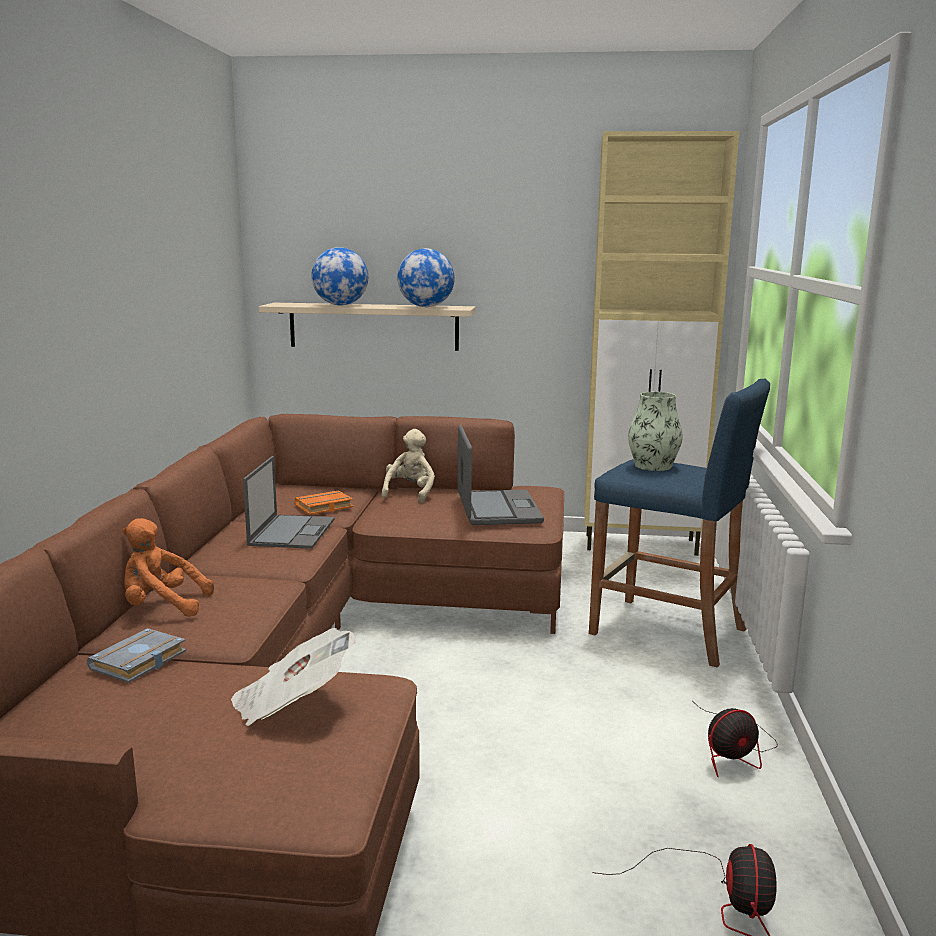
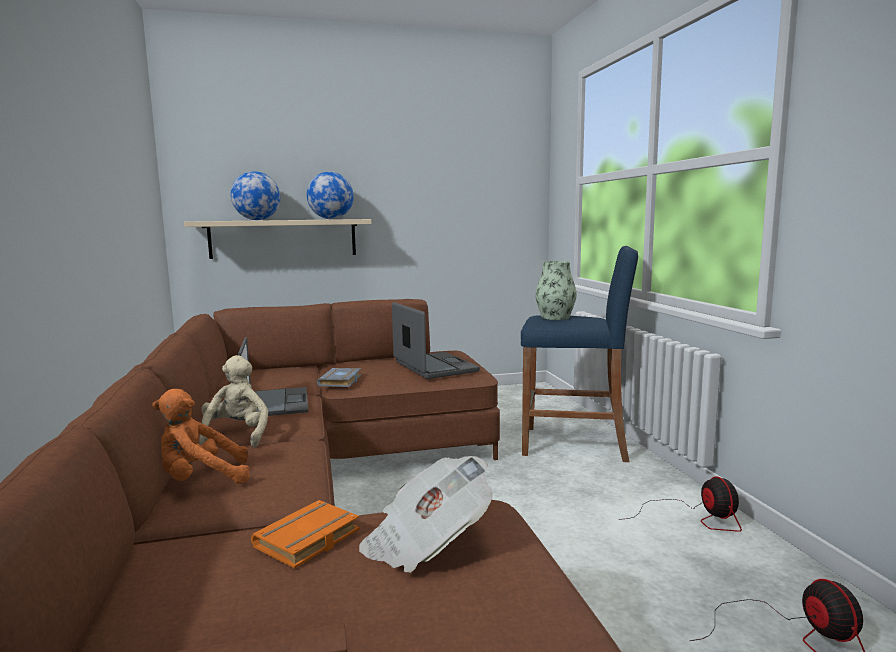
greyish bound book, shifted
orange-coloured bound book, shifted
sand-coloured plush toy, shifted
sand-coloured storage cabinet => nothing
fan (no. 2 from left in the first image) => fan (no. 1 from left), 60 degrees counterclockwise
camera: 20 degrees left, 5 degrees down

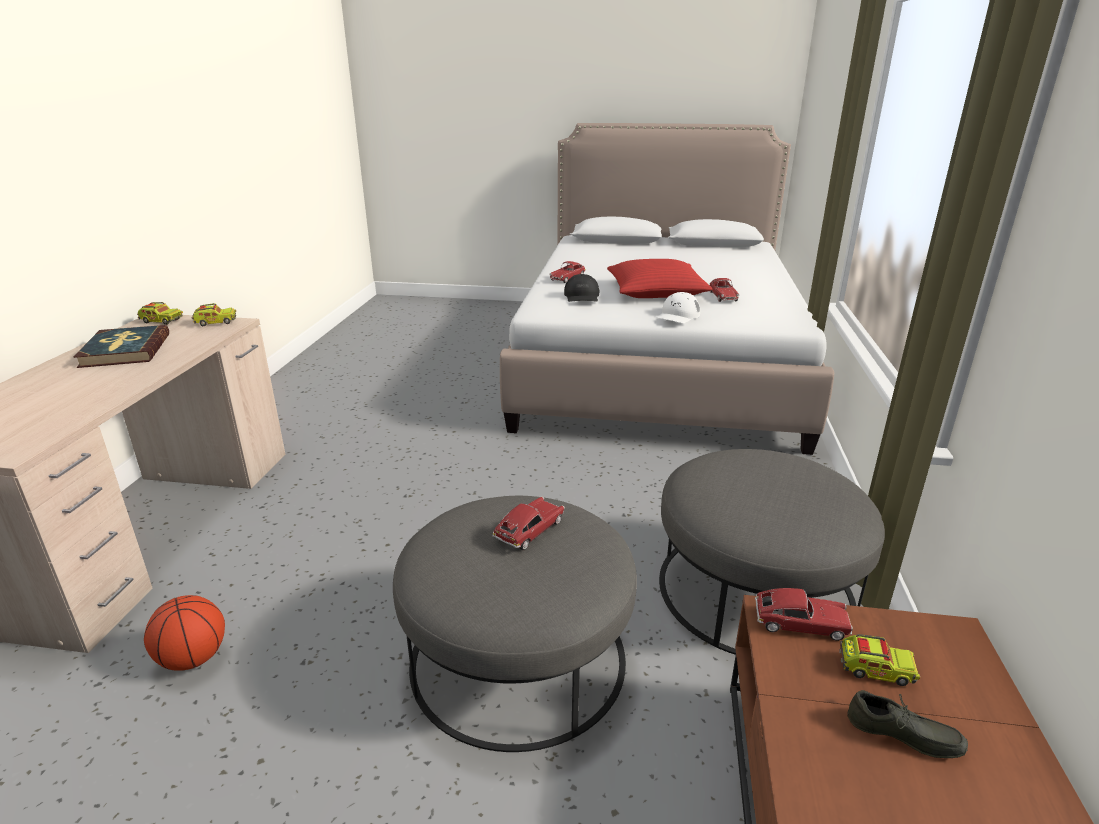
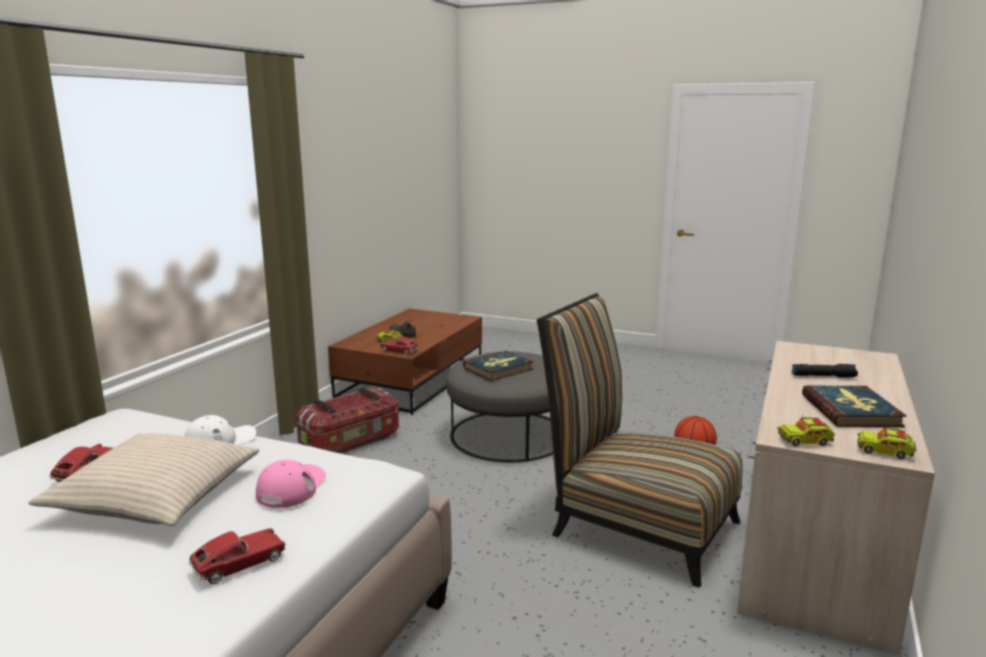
toy car (no. 1 from left) => bound book (no. 1 from left)
blackish peaked cap => pink peaked cap
red cushion => sand-coloured cushion
greyish footrest (no. 2 from left) => storage container
nothing => chair
nothing => blackish torch
camera: 165 degrees left, 10 degrees down

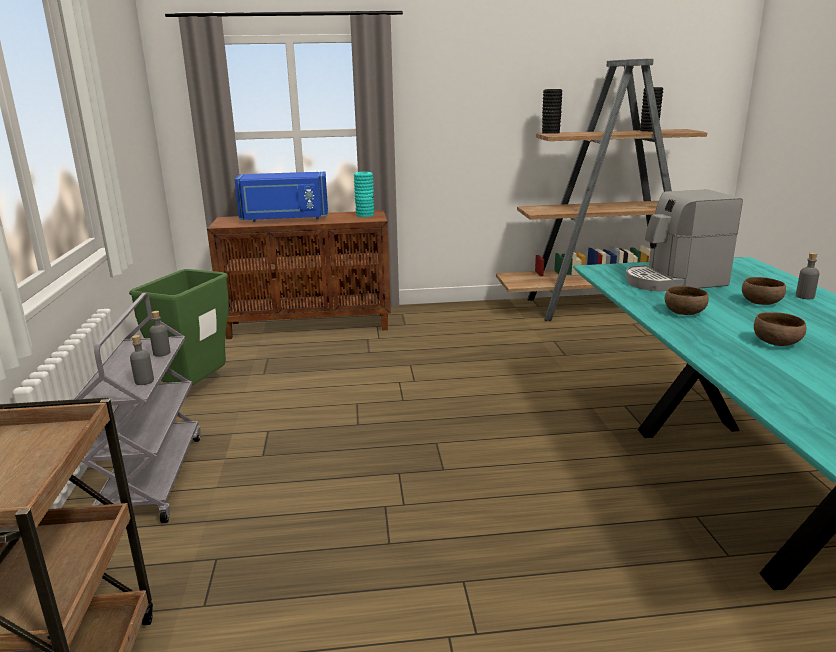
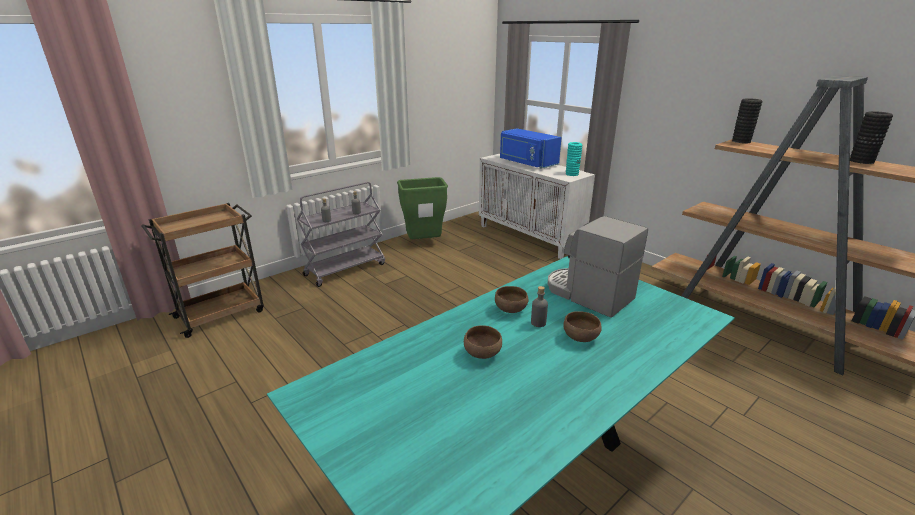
brownish storage cabinet => white-coloured storage cabinet
greyish beverage bottle (no. 3 from left), shifted
camera: 55 degrees right, 5 degrees up

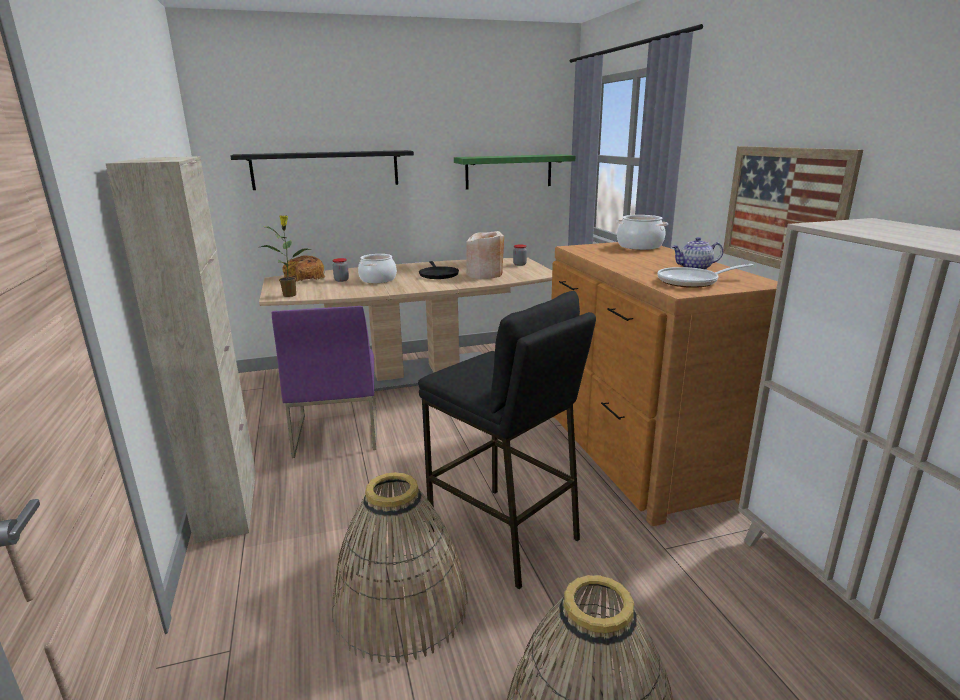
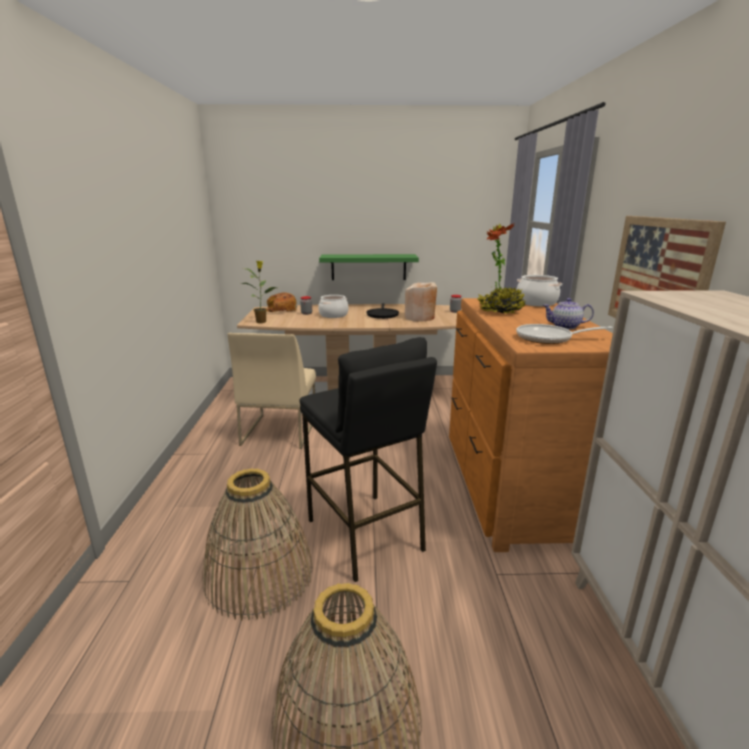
sand-coloured storage cabinet (no. 1 from left) => nothing
blackish wall shelf => nothing
purple chair => sand-coloured chair
green-coloured wall shelf, shifted
nothing => potted plant (no. 2 from left)
camera: 15 degrees right, 0 degrees up

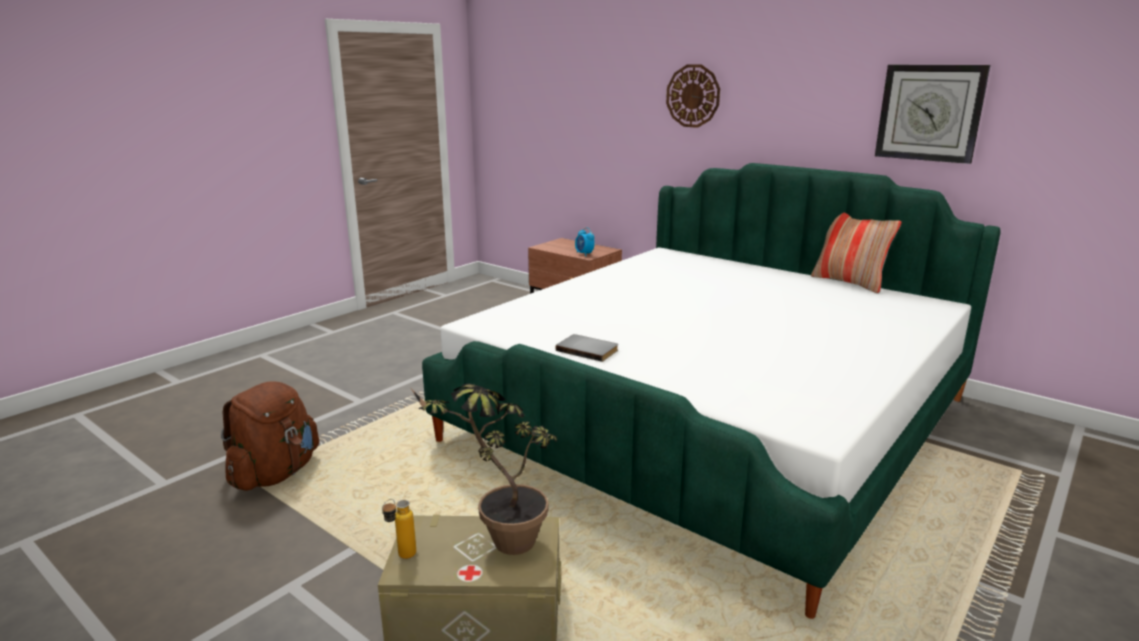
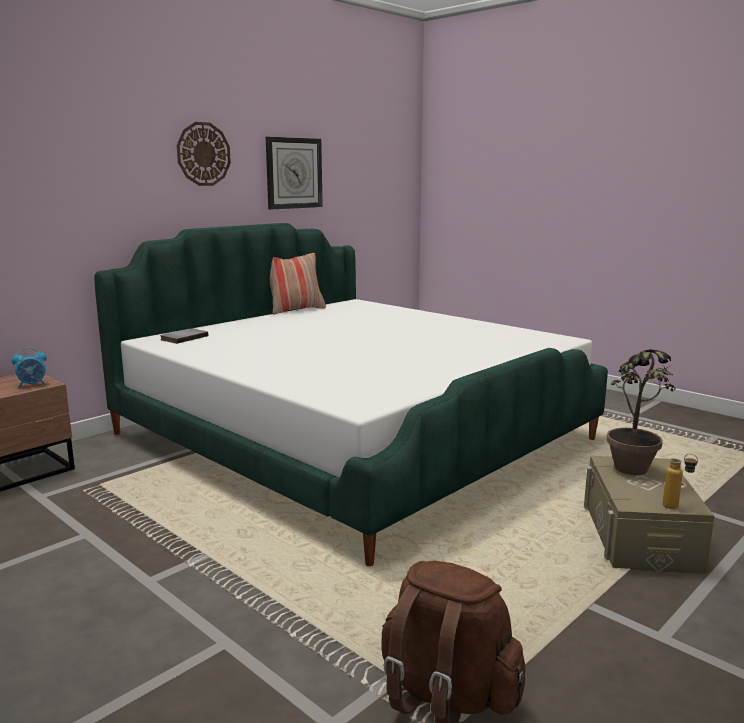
greyish bound book, shifted
clock on the wall (no. 1 from left), shifted
camera: 85 degrees left, 5 degrees down

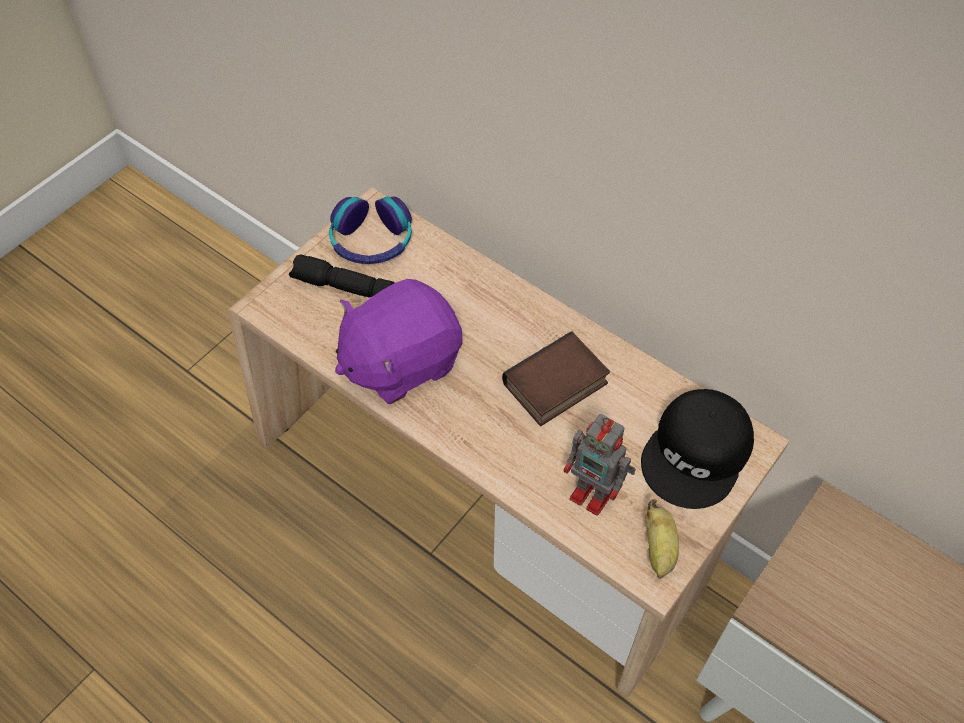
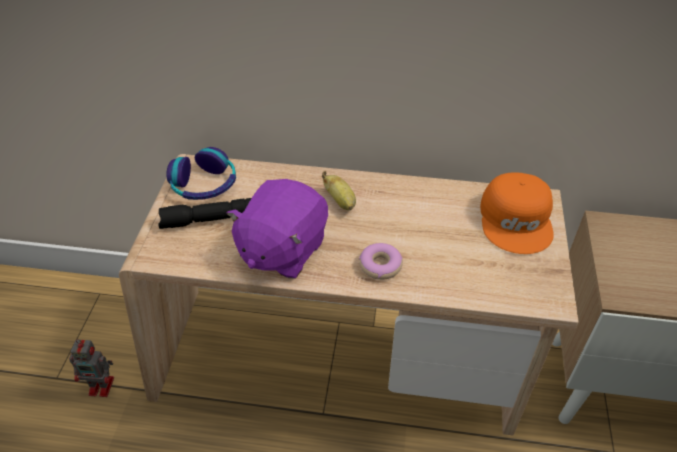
bound book => nothing
robot figure, shifted
blackish peaked cap => orange-coloured peaked cap
banana, shifted
nothing => doughnut
camera: 30 degrees left, 10 degrees down

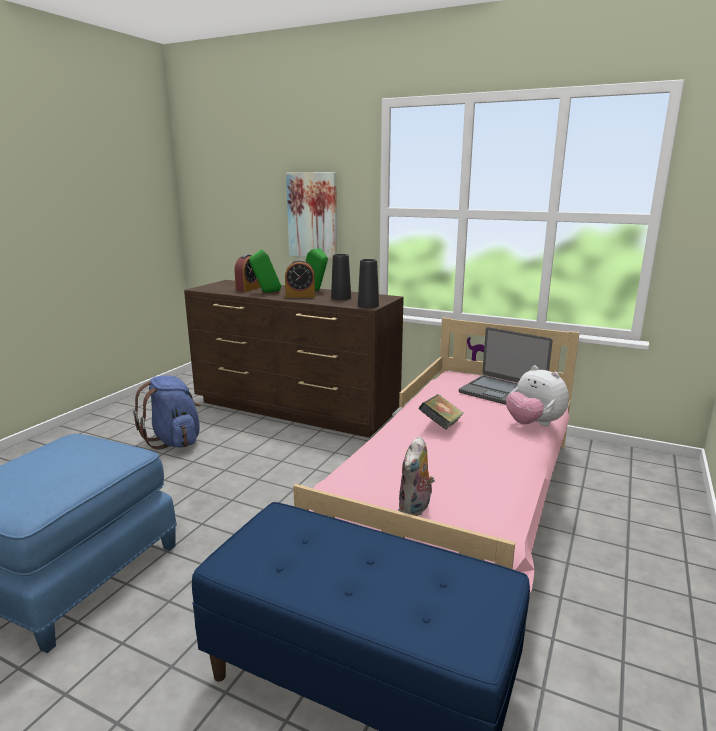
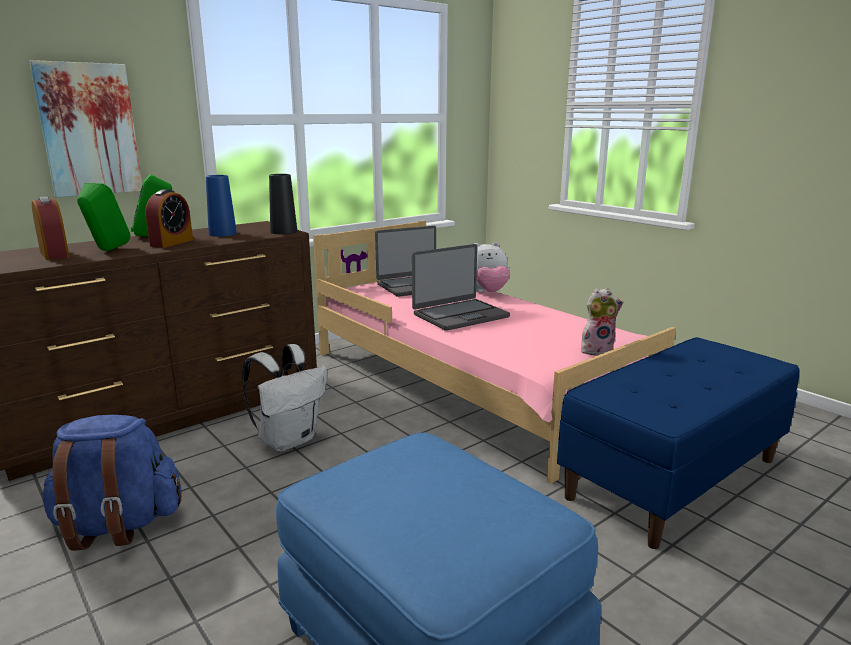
blackish flower vase (no. 1 from left) => bluish flower vase
plush toy (no. 1 from left in the first image) => plush toy (no. 2 from left), 60 degrees counterclockwise
bound book => laptop (no. 2 from left)
nothing => white-coloured rucksack
camera: 65 degrees left, 0 degrees up

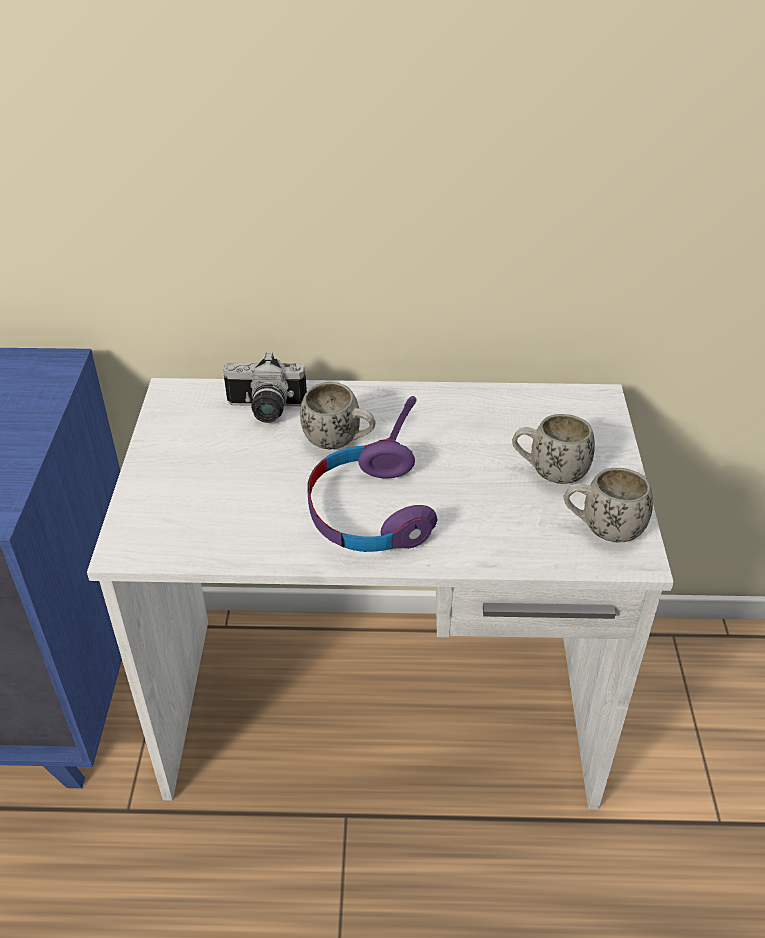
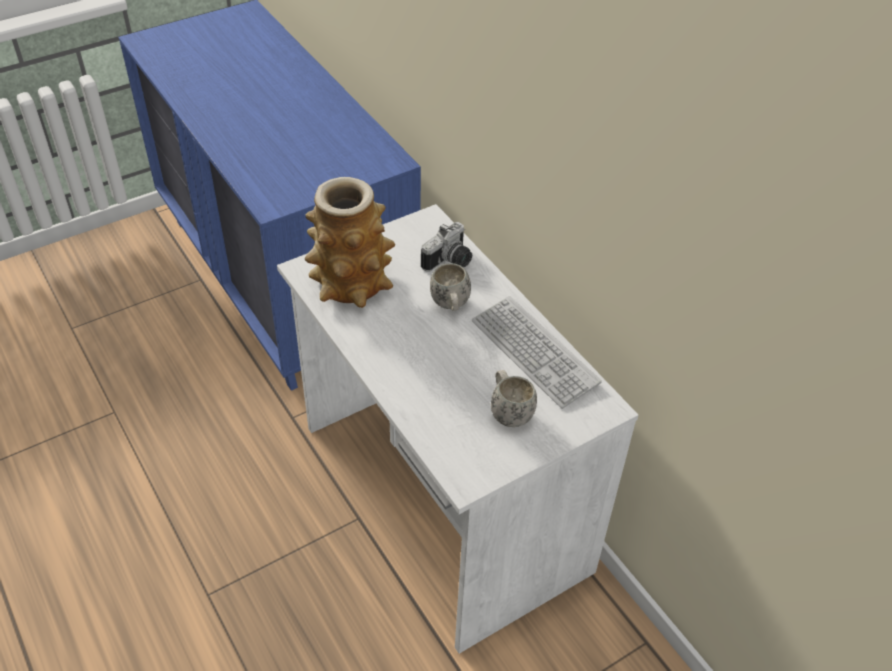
still camera, 105 degrees counterclockwise
purple pair of headphones => nothing
white-coloured coffee mug (no. 3 from left) => nothing
nothing => flower vase
nothing => PC keyboard
camera: 55 degrees right, 5 degrees up

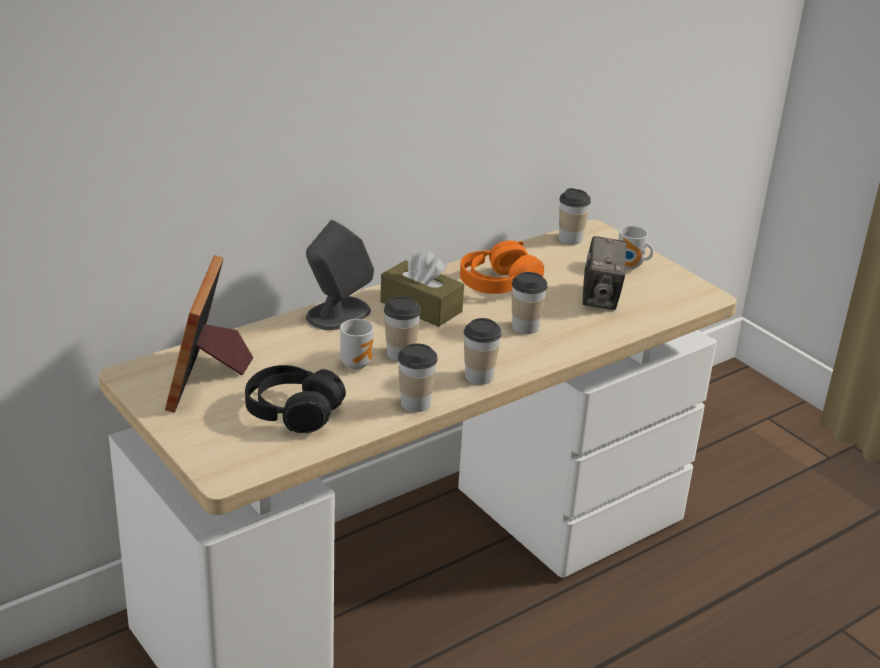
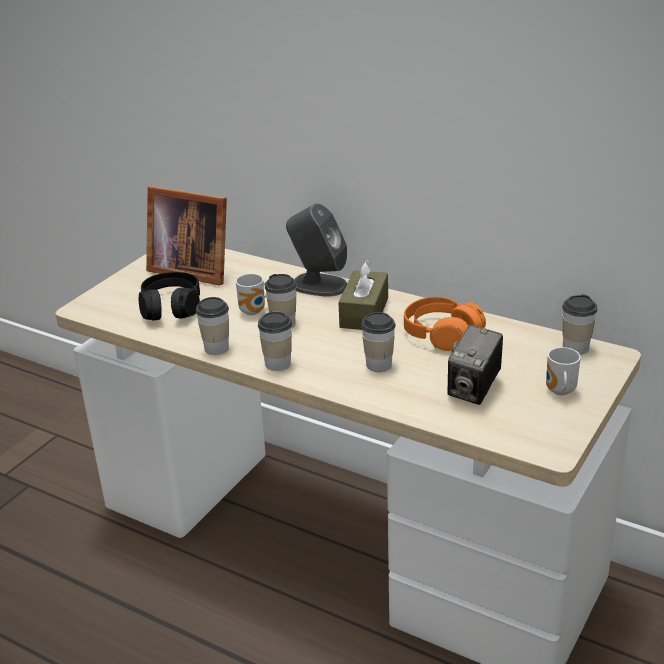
standing frame, 135 degrees counterclockwise
still camera, 45 degrees counterclockwise
camera: 70 degrees right, 0 degrees up

